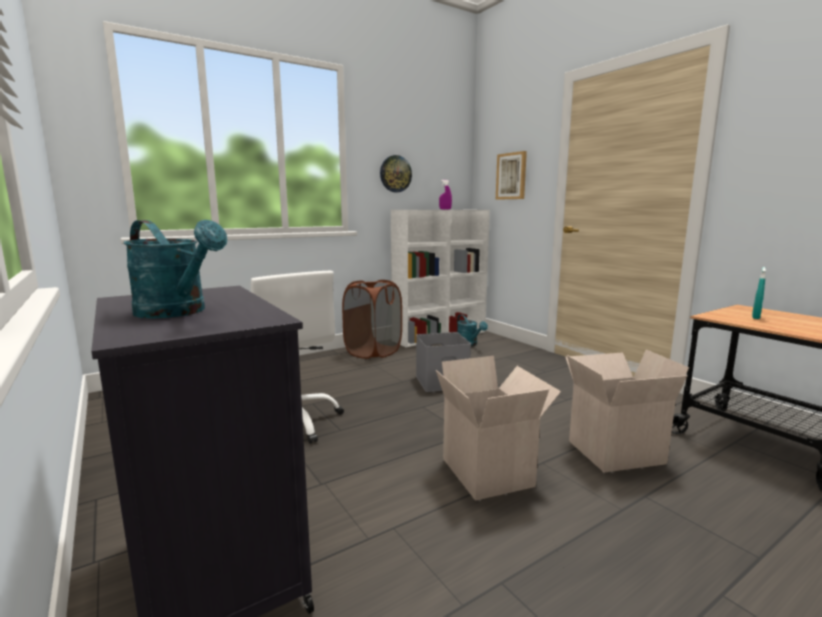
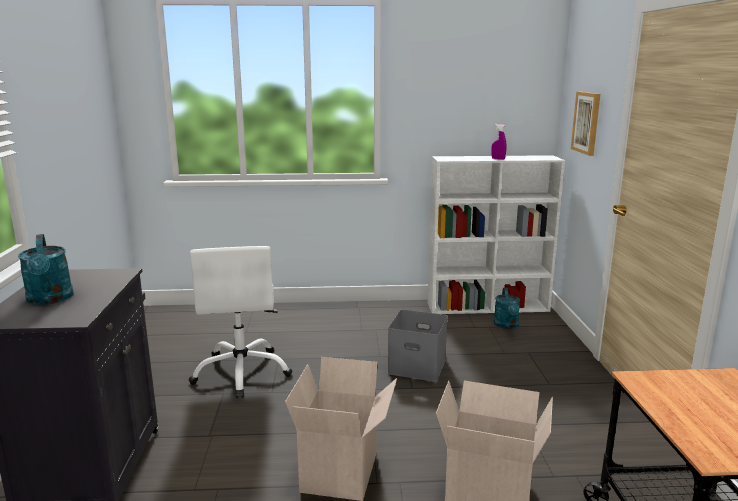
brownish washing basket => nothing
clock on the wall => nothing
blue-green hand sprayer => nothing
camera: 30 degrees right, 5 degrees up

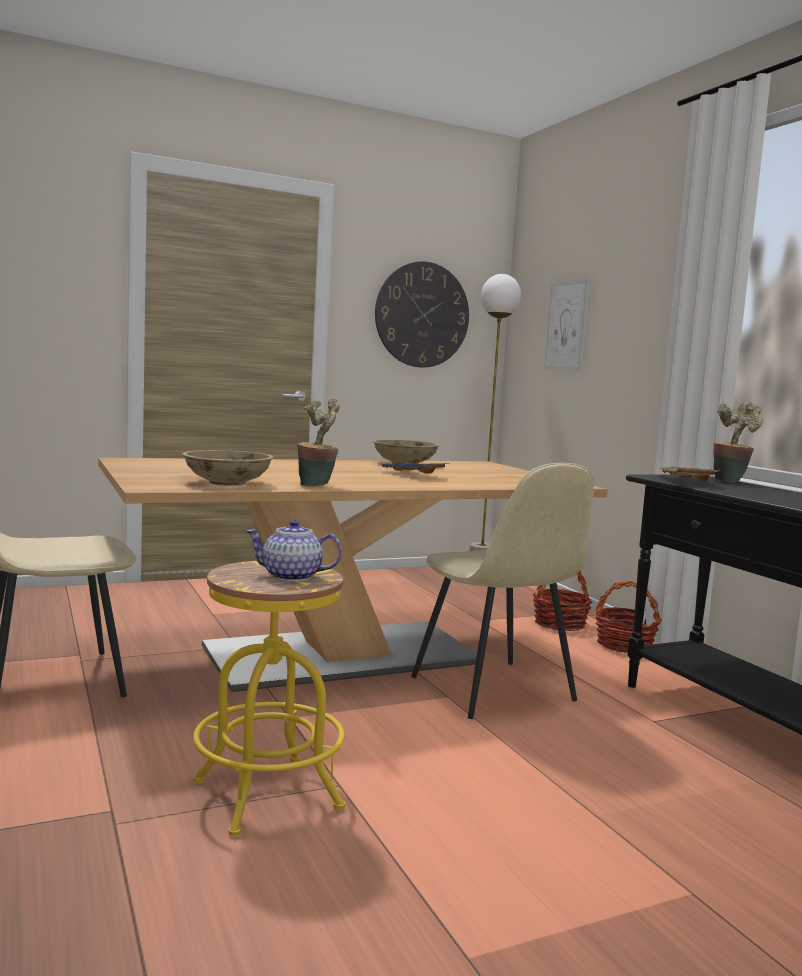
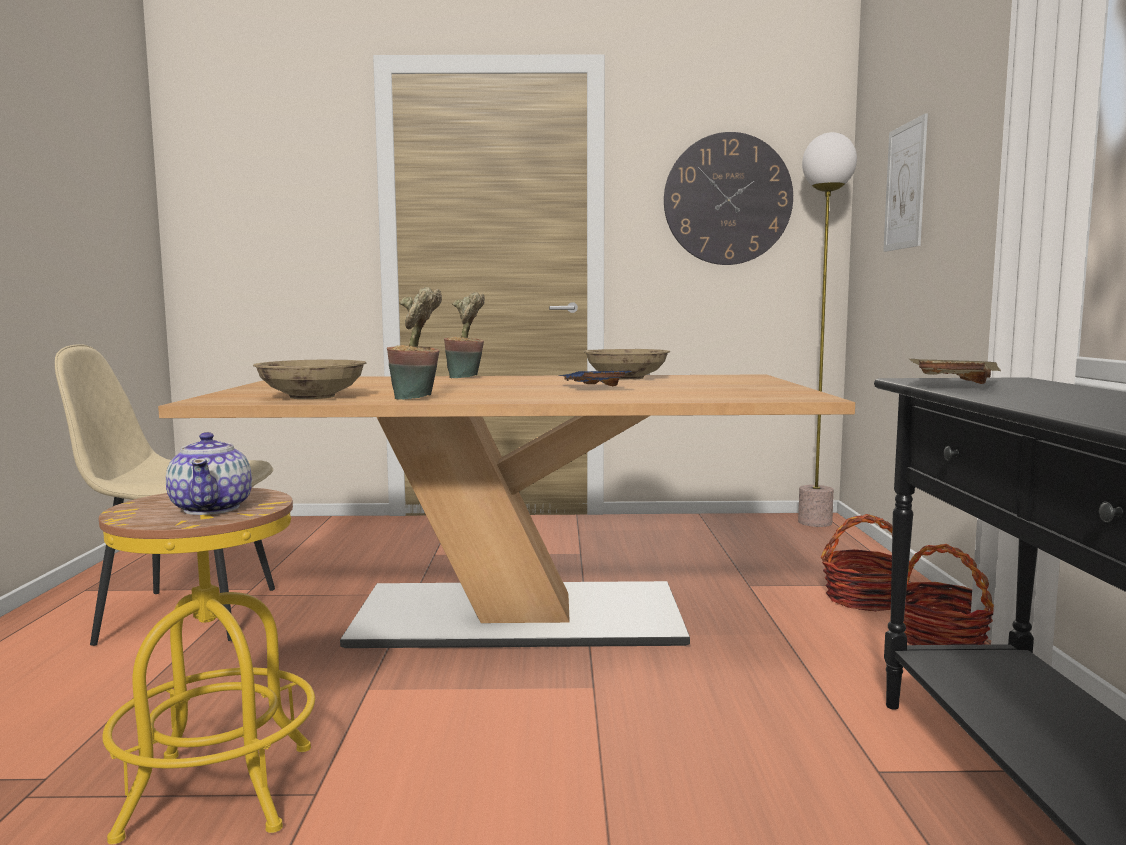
tea pot, 135 degrees counterclockwise
sand-coloured chair (no. 2 from left) => nothing
potted plant (no. 2 from left), shifted
camera: 25 degrees right, 0 degrees up

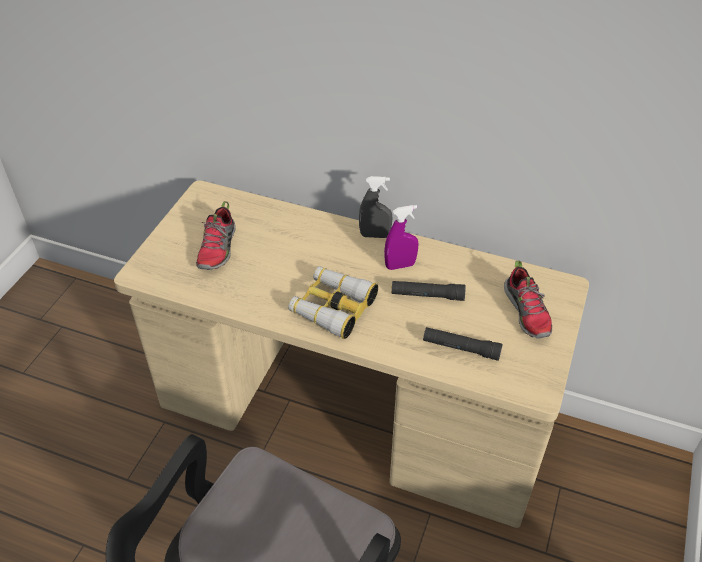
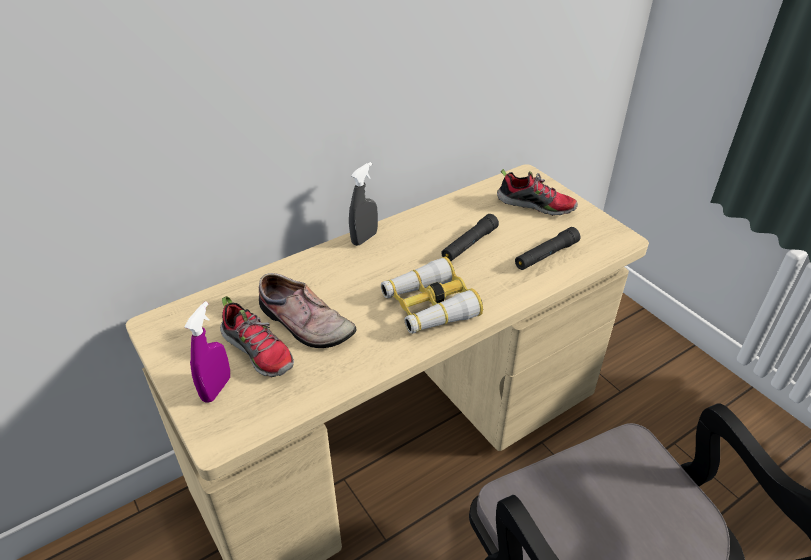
purple hand sprayer, shifted
nothing => low shoe (no. 2 from left)
camera: 55 degrees left, 5 degrees down

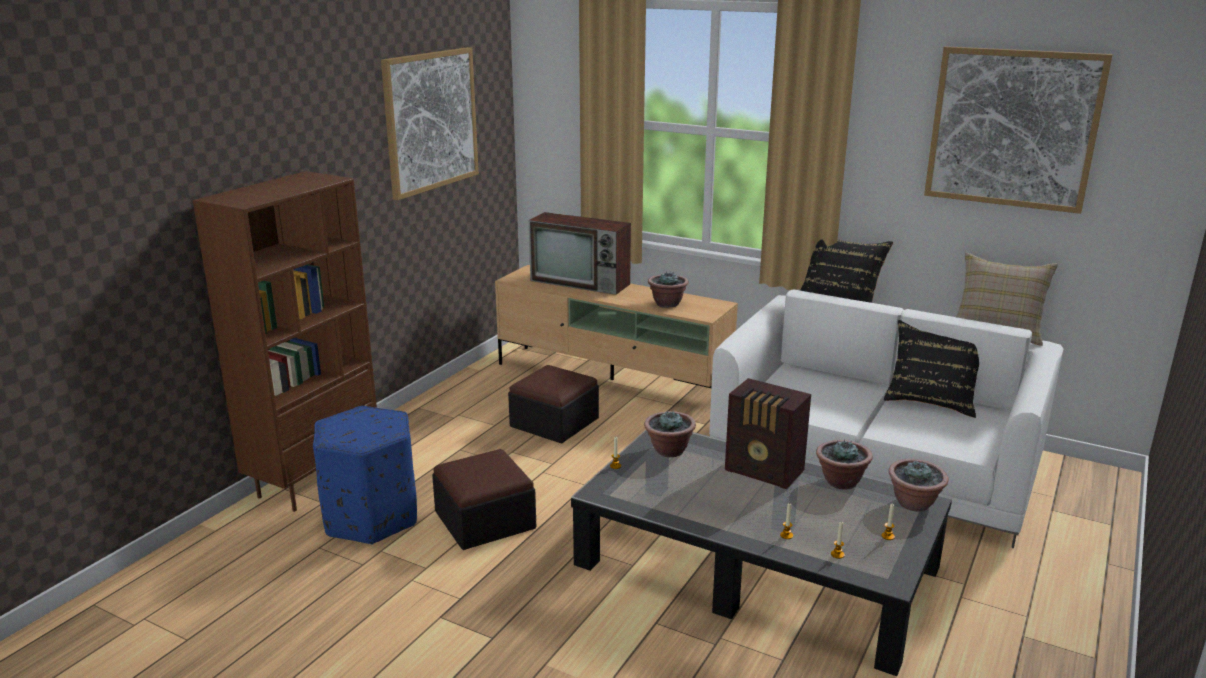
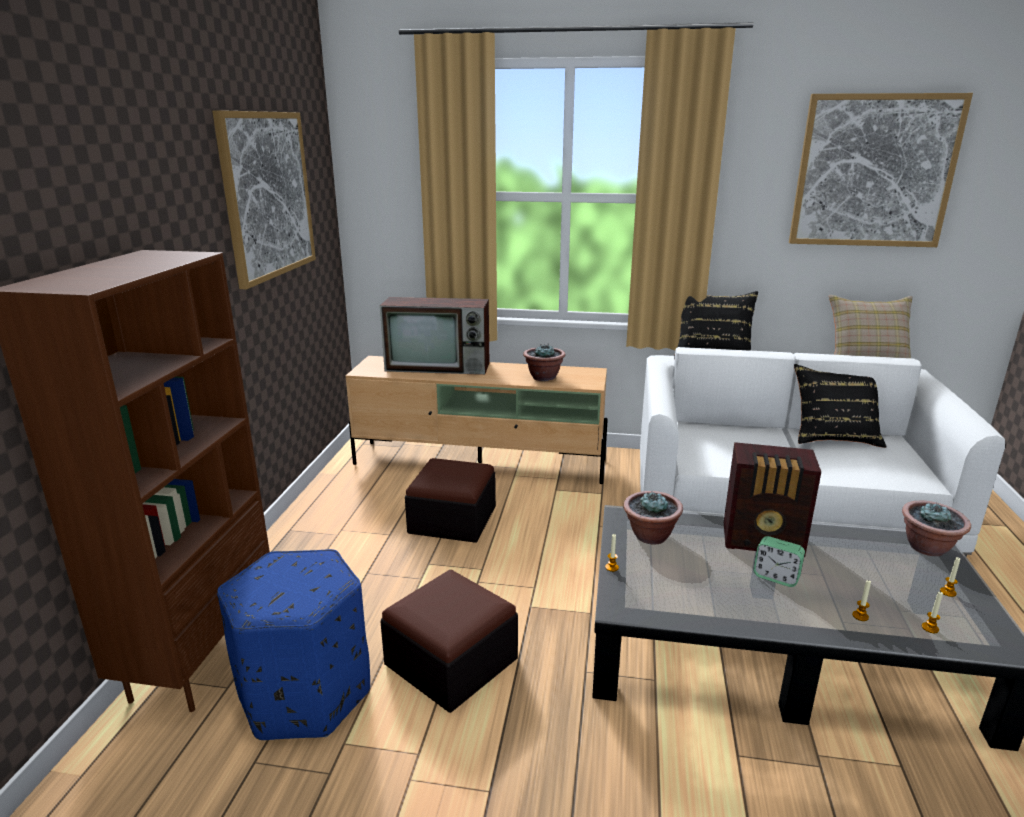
potted plant (no. 3 from left) => nothing
nothing => bedside clock
camera: 20 degrees left, 0 degrees up

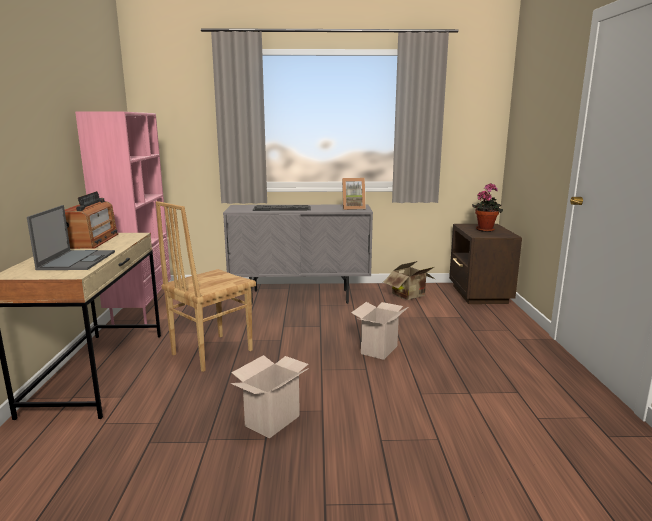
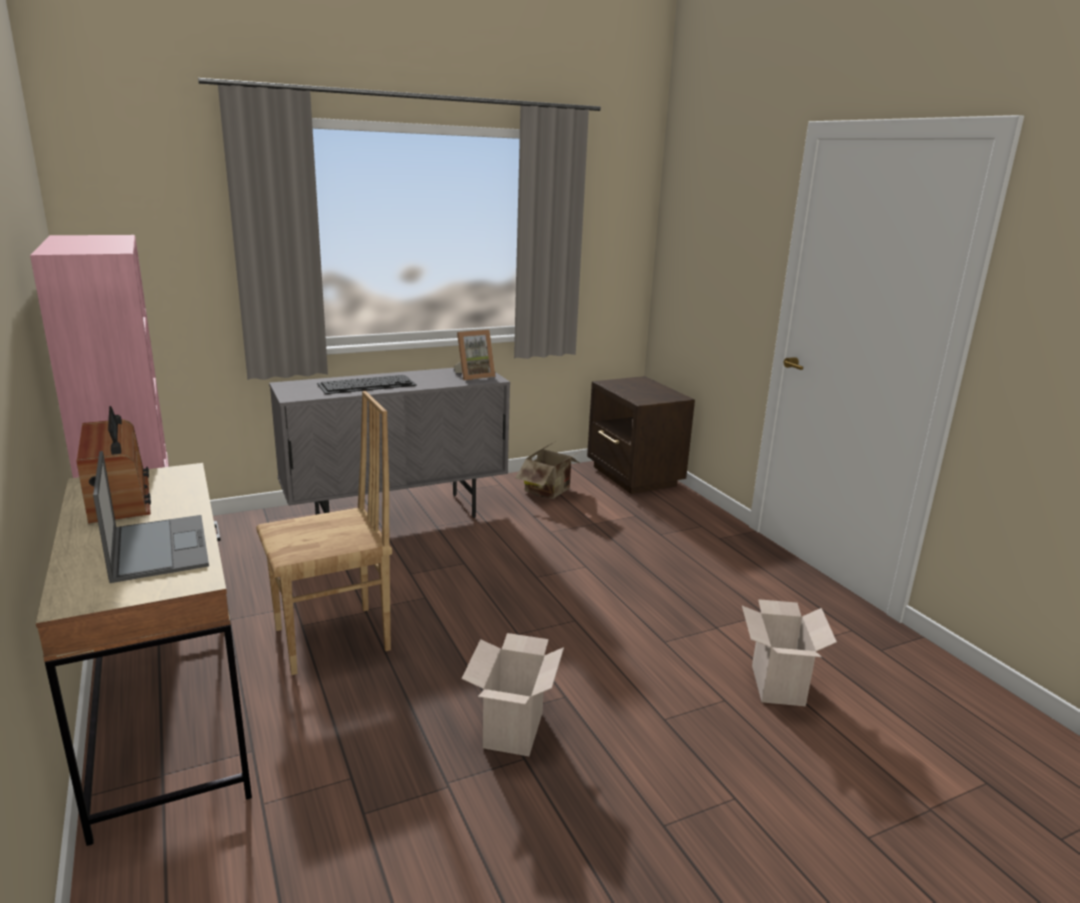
brownish chair, 135 degrees counterclockwise
packing box (no. 2 from left in the first image) => packing box (no. 3 from left), shifted
potted plant => nothing
camera: 25 degrees left, 5 degrees up

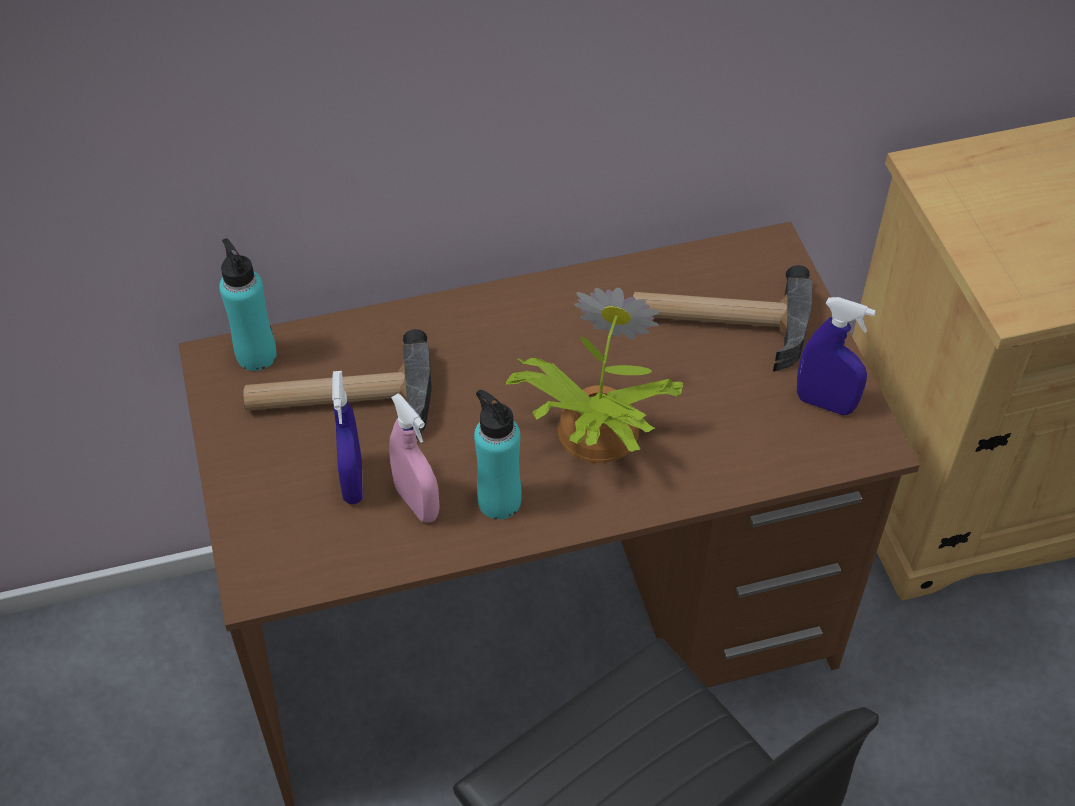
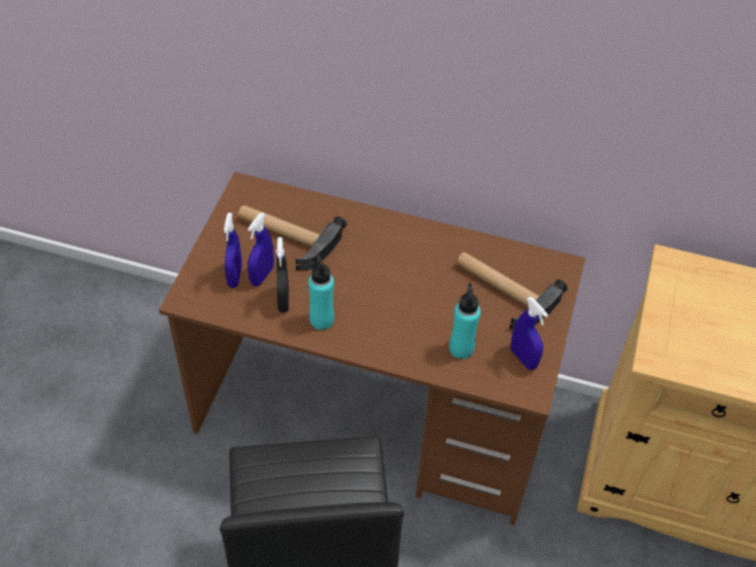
blue-green beverage bottle (no. 1 from left in the first image) => blue-green beverage bottle (no. 2 from left), shifted
pink hand sprayer => blackish hand sprayer
potted plant => nothing
nothing => bluish hand sprayer (no. 1 from left)
camera: 30 degrees right, 0 degrees up

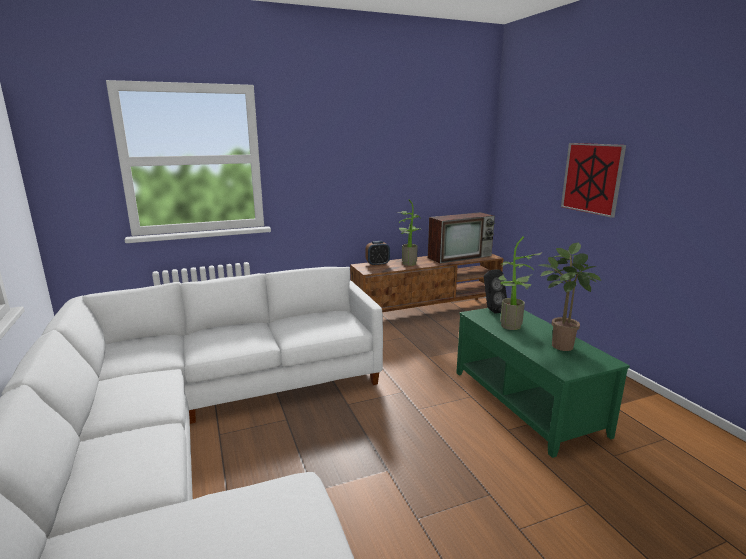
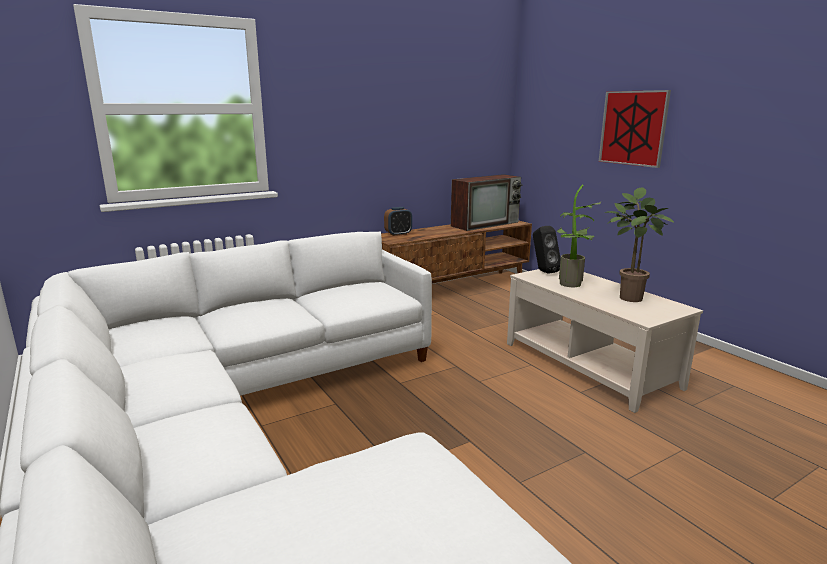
potted plant (no. 1 from left) => nothing
green-coloured lounge table => sand-coloured lounge table
camera: 10 degrees left, 0 degrees up

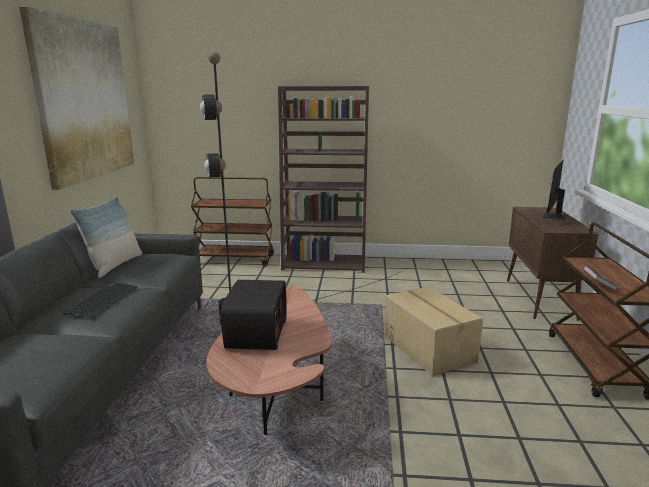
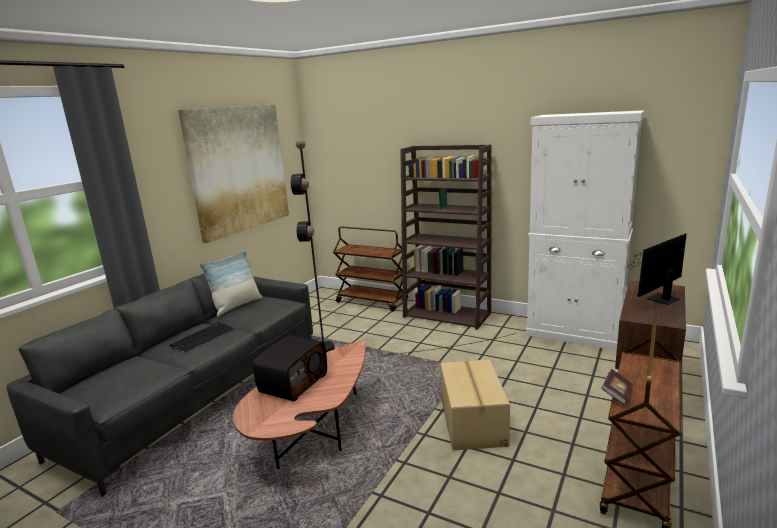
nothing => white-coloured storage cabinet
camera: 25 degrees right, 0 degrees up

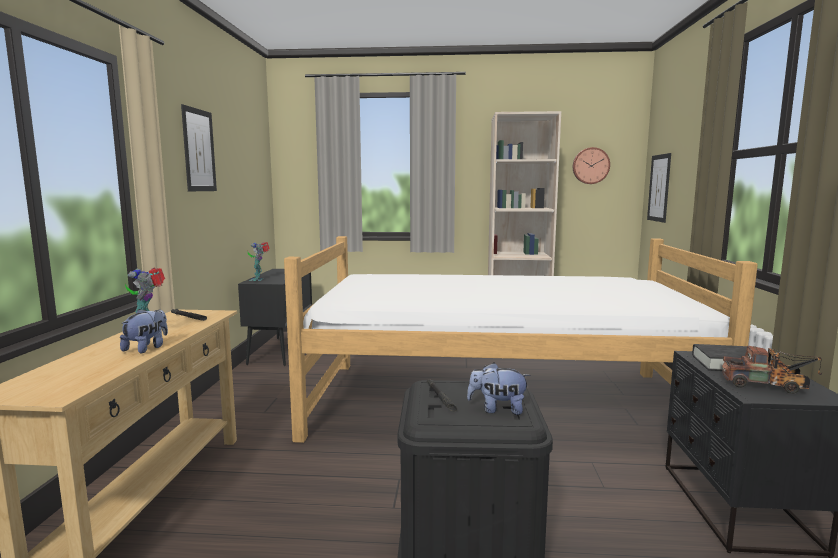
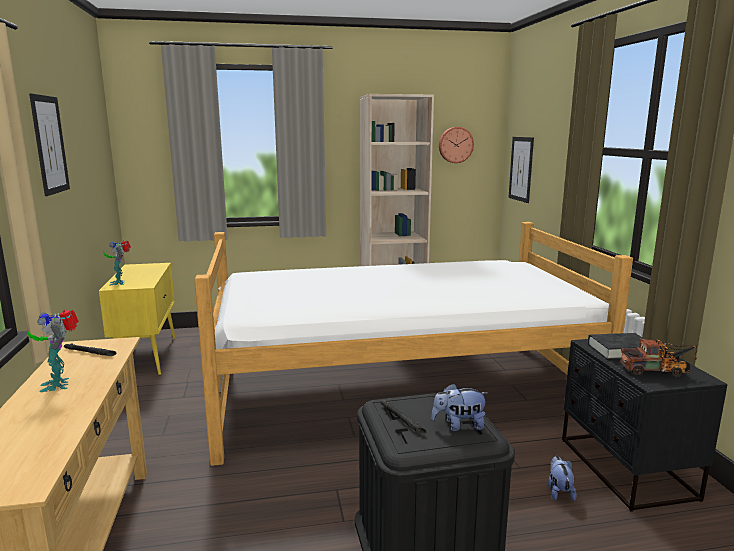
plush toy (no. 1 from left in the first image) => plush toy (no. 2 from left), shifted
blackish storage cabinet => yellow-coloured storage cabinet
camera: 15 degrees left, 5 degrees up

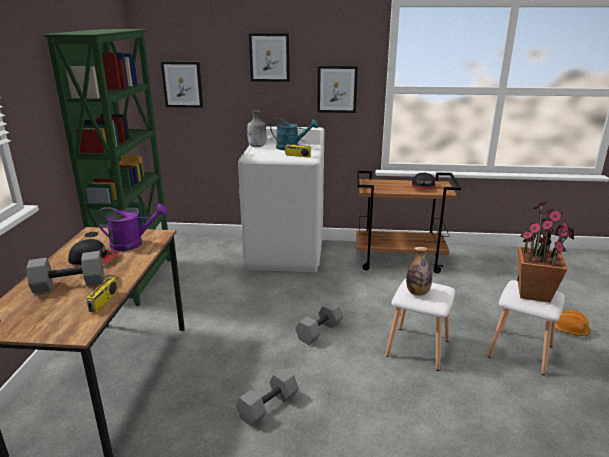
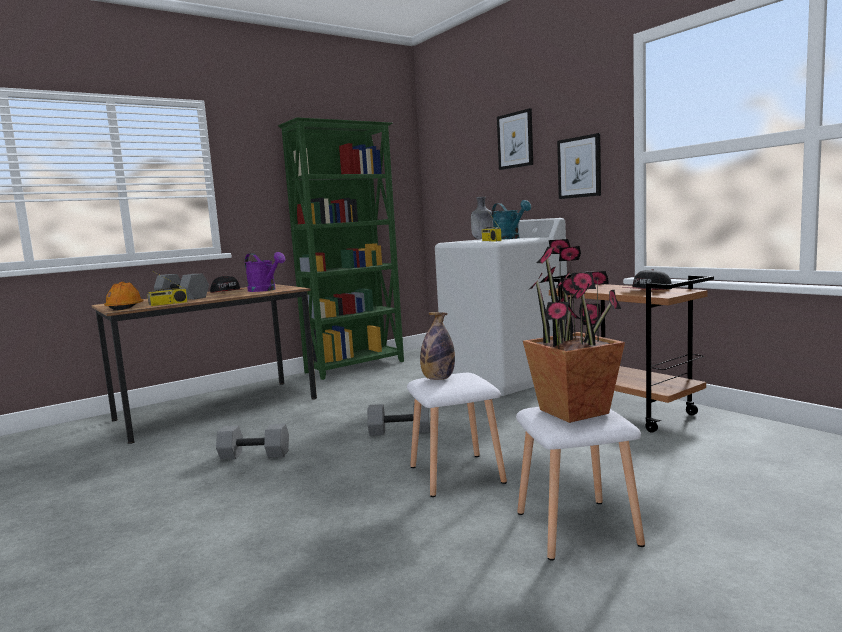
wall art (no. 1 from left) => nothing
orange-coloured hard hat, shifted
camera: 50 degrees right, 15 degrees down

